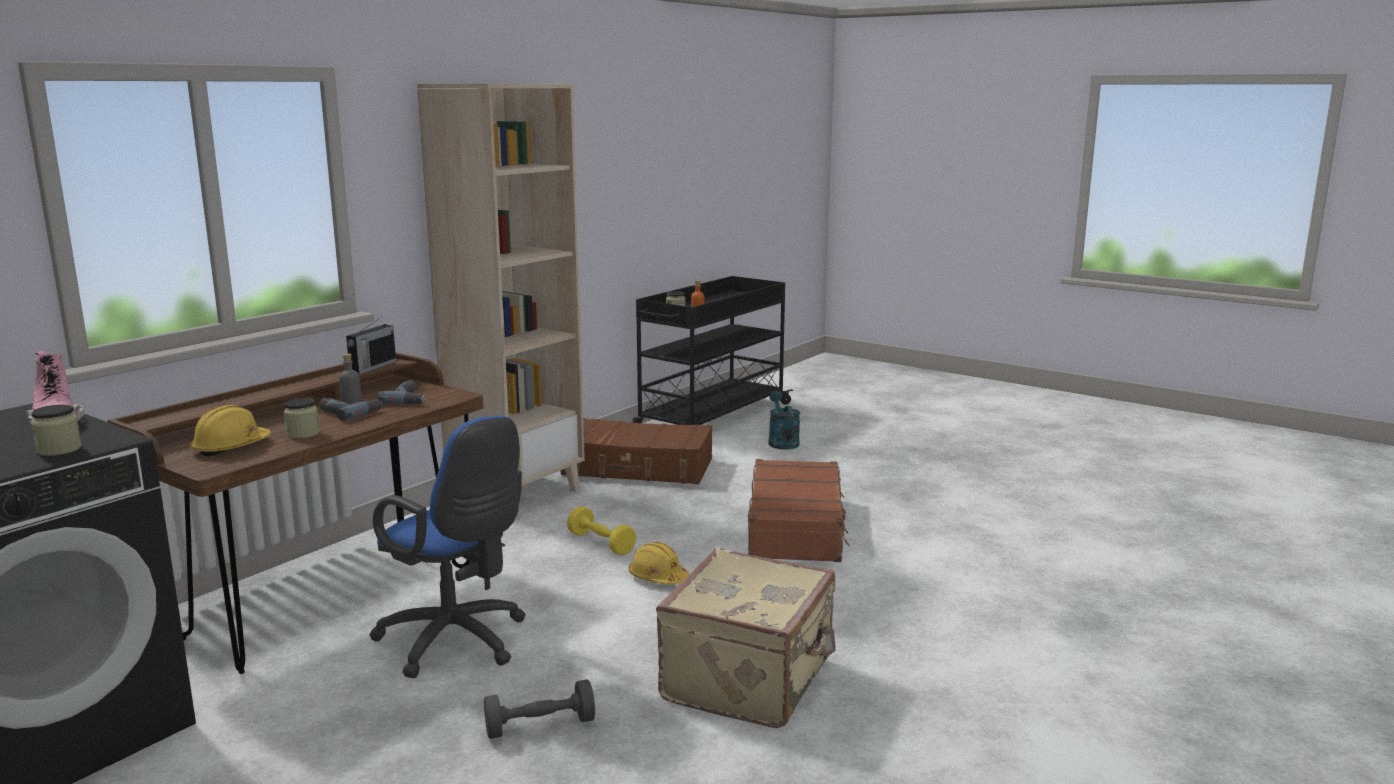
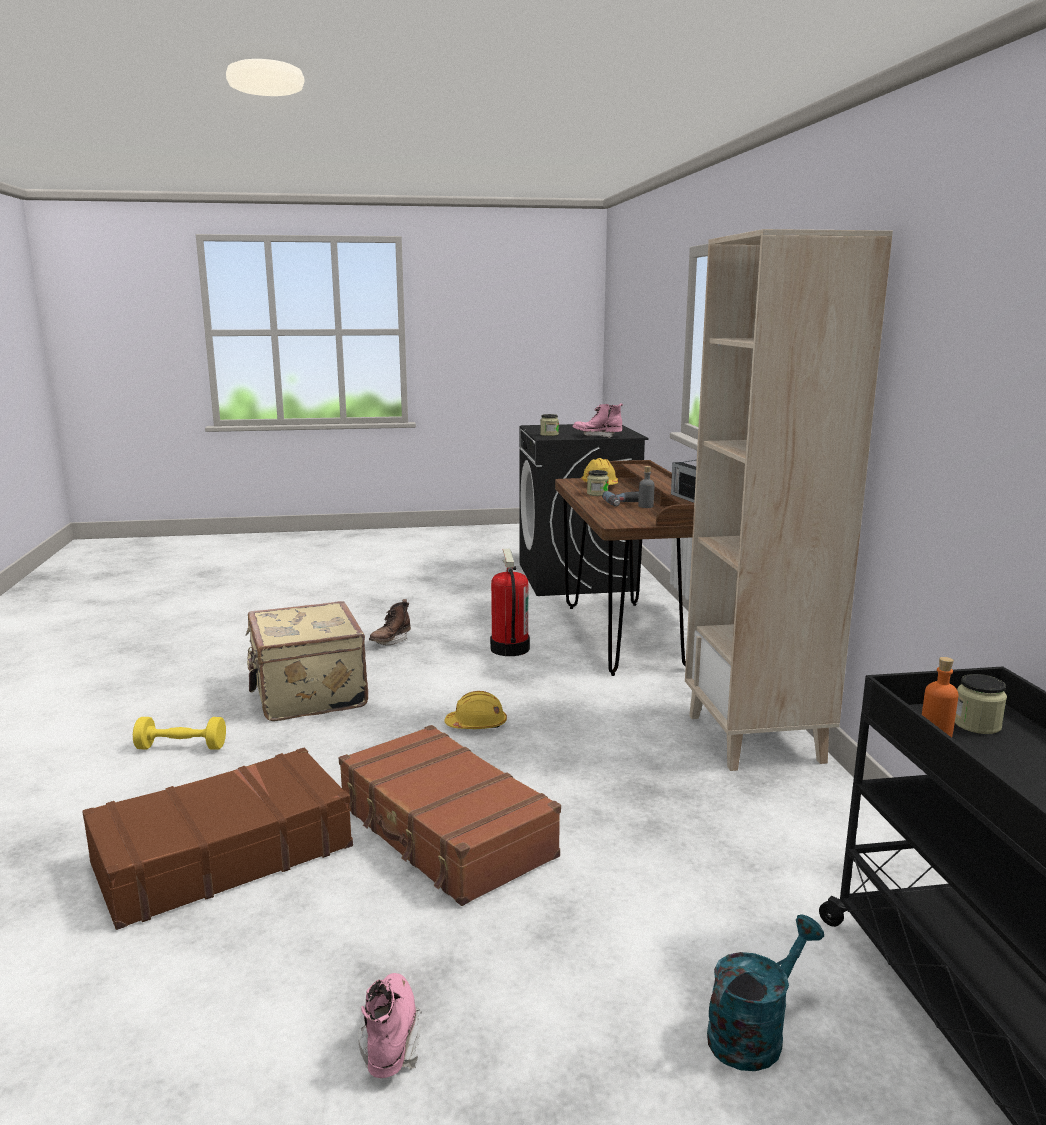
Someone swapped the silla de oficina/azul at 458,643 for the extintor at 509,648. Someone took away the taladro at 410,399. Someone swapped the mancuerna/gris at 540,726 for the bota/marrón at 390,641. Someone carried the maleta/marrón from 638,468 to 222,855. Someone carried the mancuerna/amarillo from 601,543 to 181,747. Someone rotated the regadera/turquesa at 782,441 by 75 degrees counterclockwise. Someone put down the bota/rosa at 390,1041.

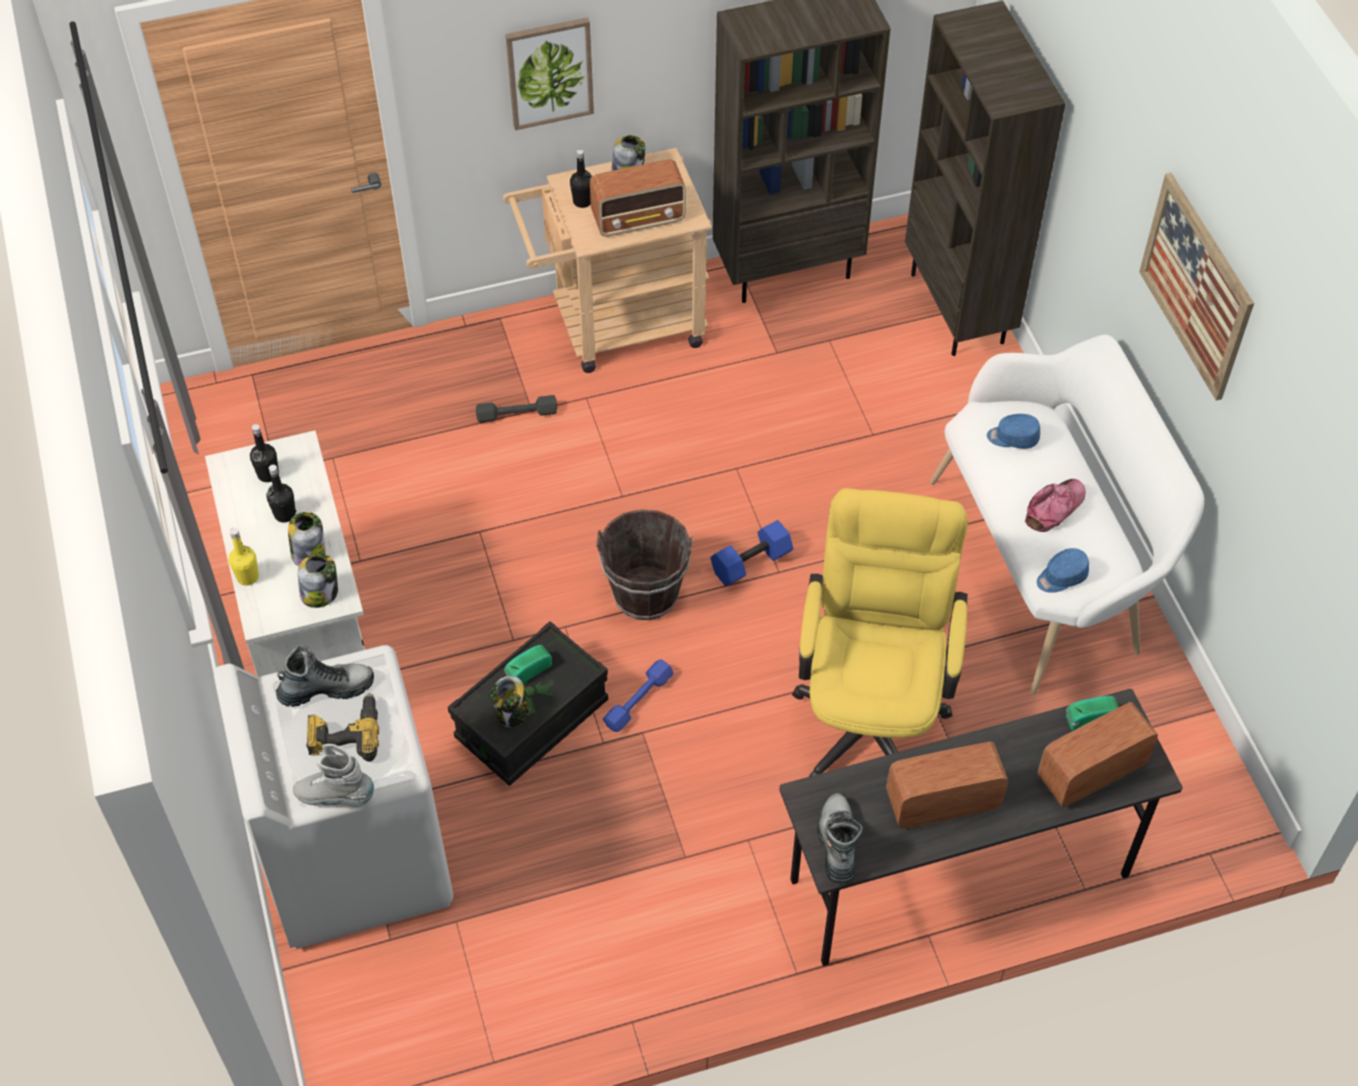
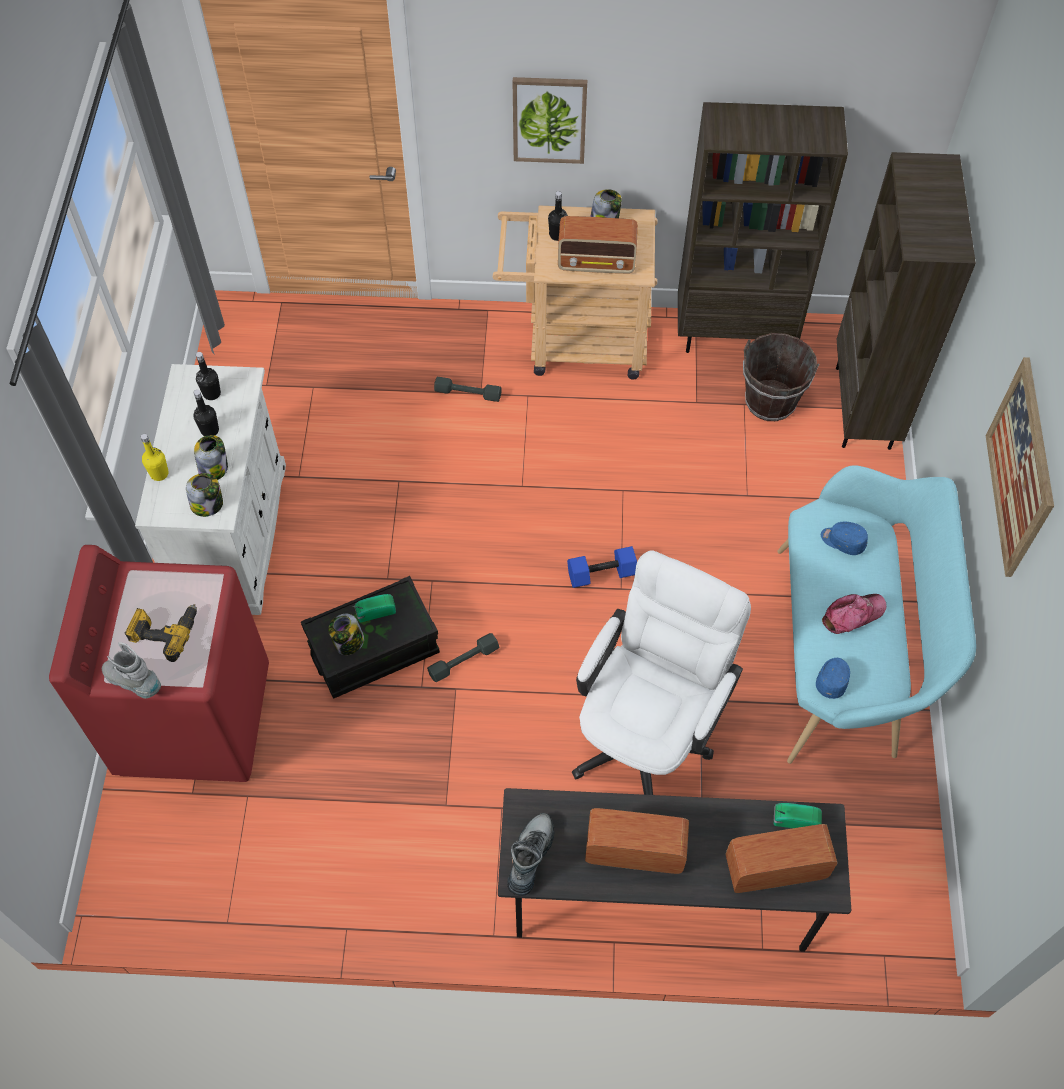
Someone repainted the lavadora/blanco at 356,858, which became the lavadora/rojo at 194,718. Someone took away the bota at 326,689. Someone carried the cubo/marrón from 646,594 to 770,401. Someone repainted the mancuerna/azul at 638,700, which became the mancuerna/gris at 463,661. Someone repainted the silla de oficina/amarillo at 871,710, which became the silla de oficina/blanco at 647,732. Someone repainted the banco/blanco at 1045,567, which became the banco/turquesa at 846,655. Someone rotated the gorra/azul at 1061,577 by 120 degrees clockwise.

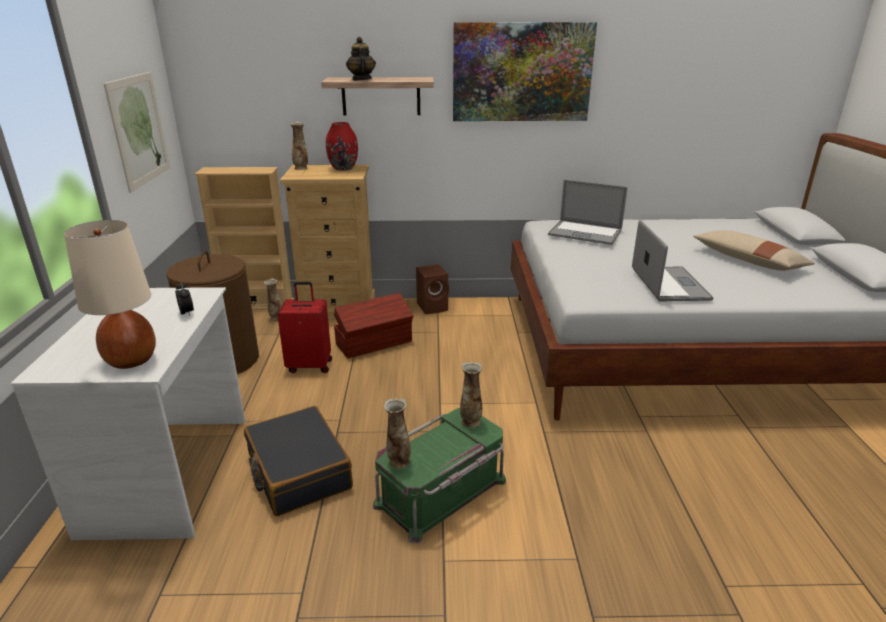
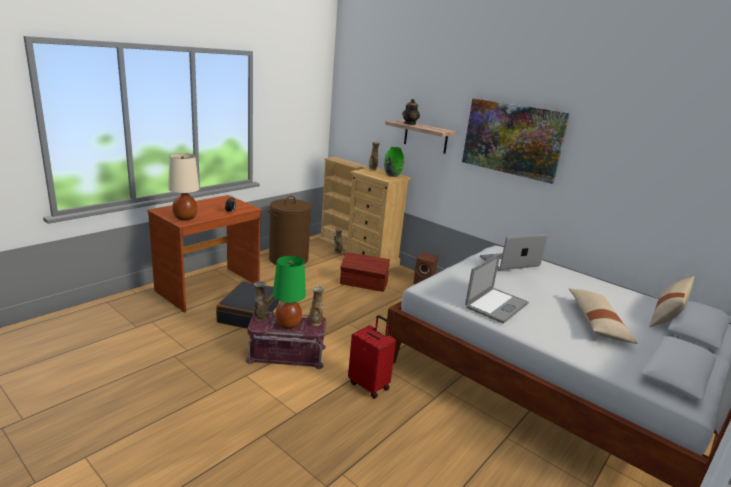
Someone repainted the escritorio/blanco at 171,474, which became the escritorio/marrón at 209,288. Someone took away the cuadro at 139,130. Someone carried the maleta/rojo from 310,365 to 369,385. Someone repainted the florero/rojo at 343,168, which became the florero/verde at 392,175. Someone repainted the caja de almacenaje/verde at 442,493, which became the caja de almacenaje/rojo at 286,354. Someone rotated the portátil at 584,233 by 90 degrees clockwise. Someone put down the lámpara de mesa/verde at 288,324. Someone put down the cojín/beis at 667,315.

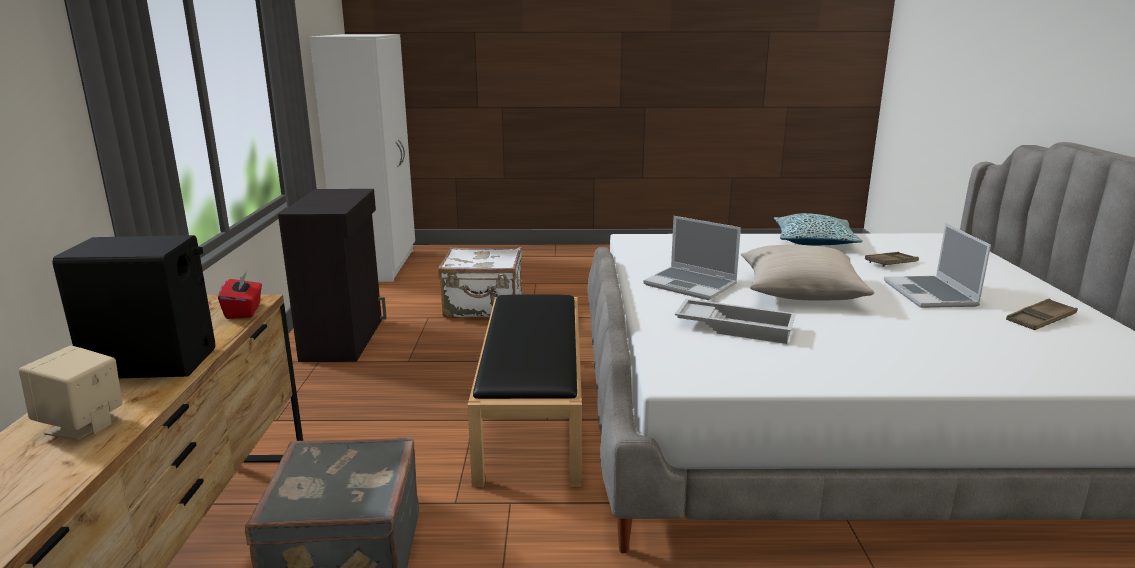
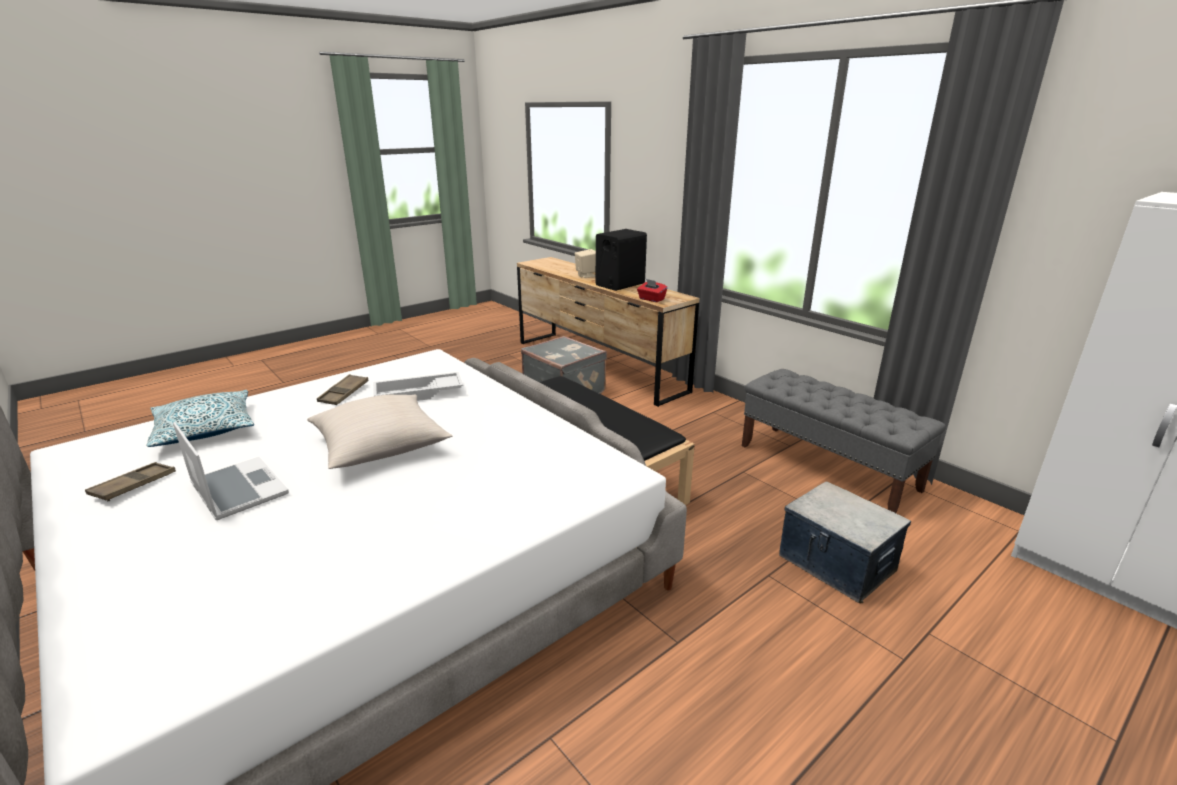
Someone swapped the armario/negro at 344,339 for the banco/gris at 827,467. Someone swapped the maleta/blanco at 484,308 for the caja de almacenaje at 836,564. Someone took away the portátil at 691,285. Someone carried the cojín from 814,241 to 205,429. Someone carried the bandeja/marrón from 891,263 to 344,393.

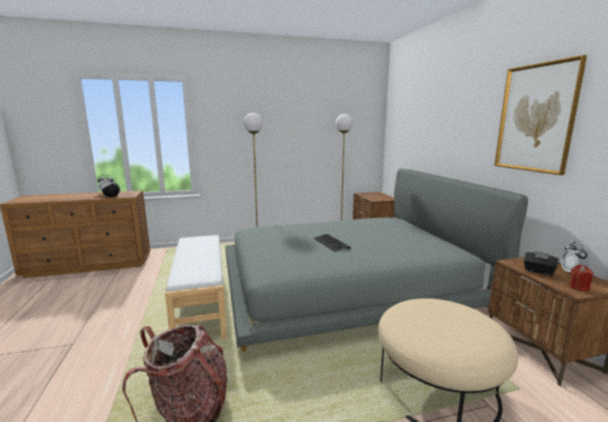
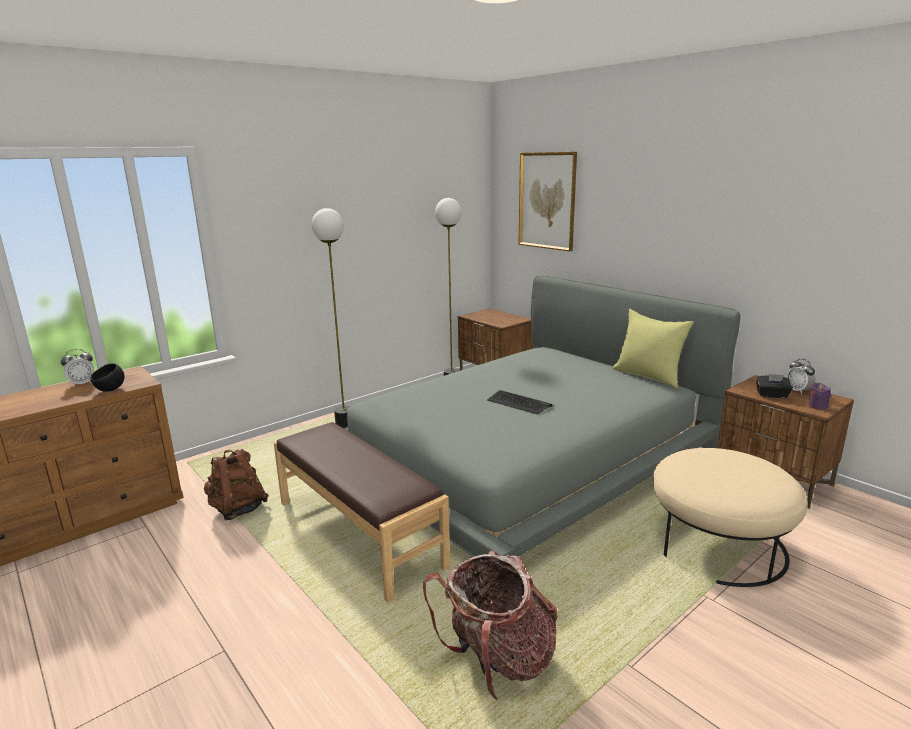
Someone repainted the banco/blanco at 202,304, which became the banco/marrón at 359,533. Someone carried the cuadro from 536,118 to 547,201. Someone repainted the vela/rojo at 578,287, which became the vela/morado at 817,406. Someone put down the mochila/marrón at 237,509. Someone put down the cojín/amarillo at 649,376.

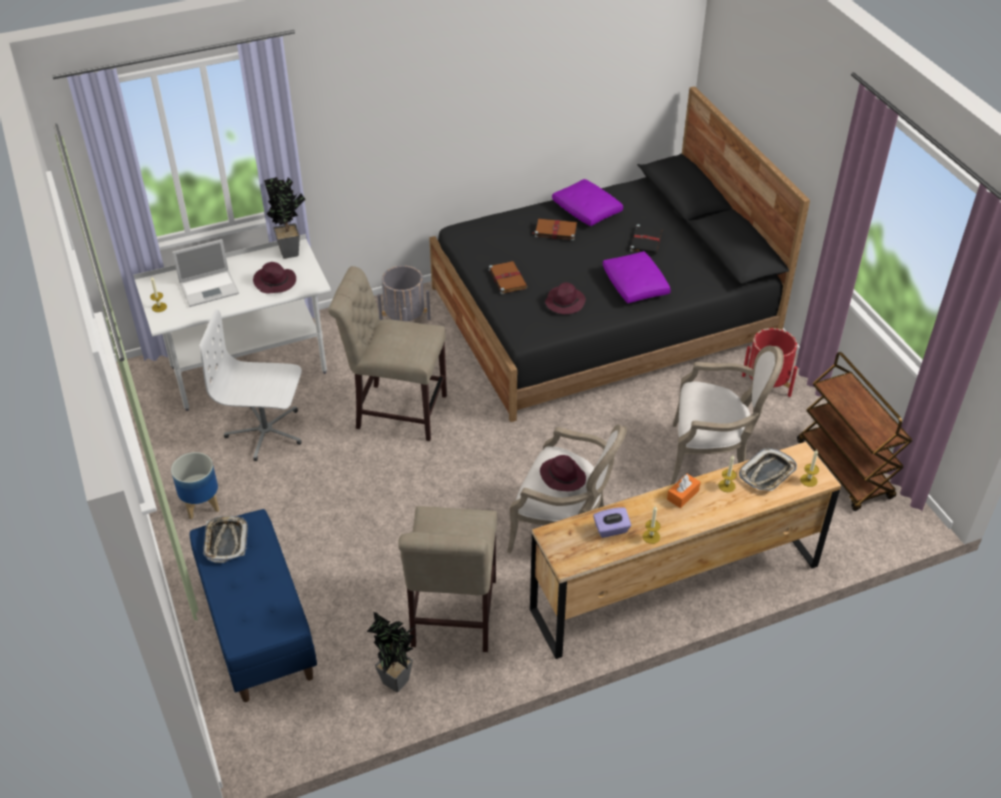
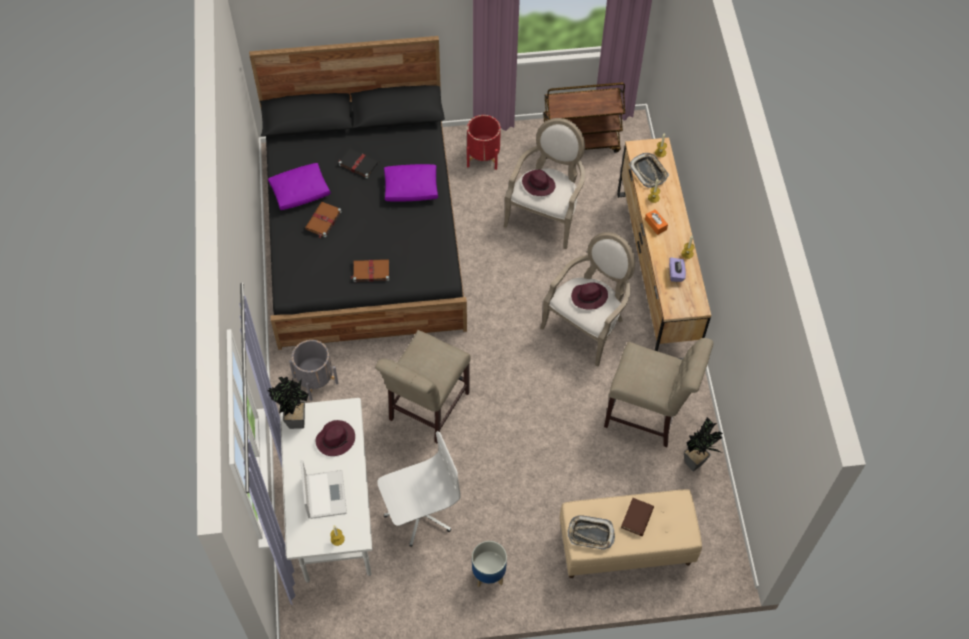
Someone repainted the banco/azul at 257,627, which became the banco/beis at 625,547. Someone rotated the silla de oficina/blanco at 266,432 by 135 degrees counterclockwise. Someone carried the sombrero/morado from 564,302 to 538,184. Someone put down the libro/marrón at 637,518.

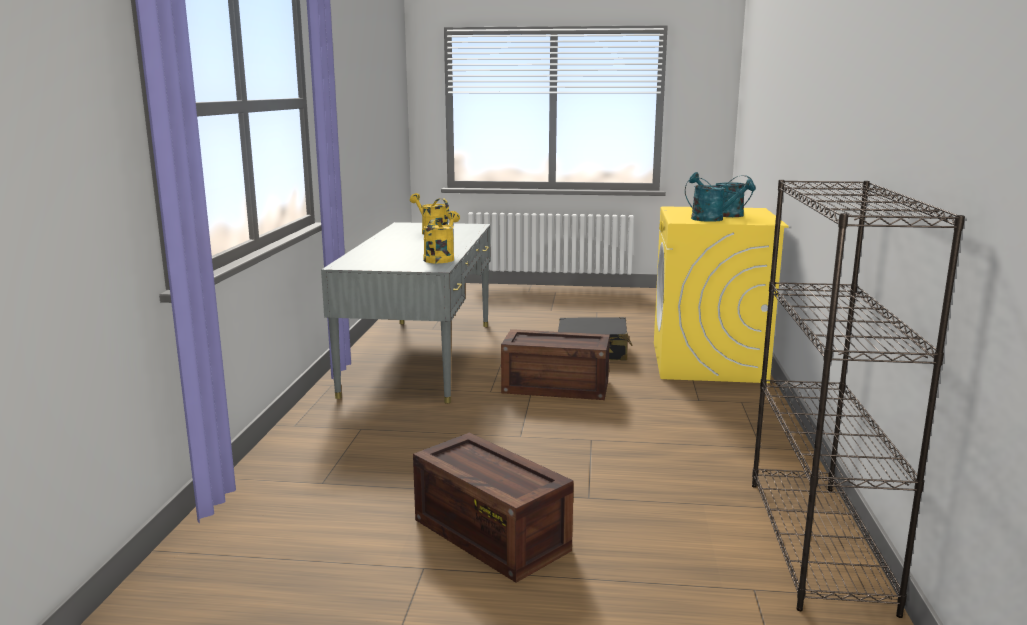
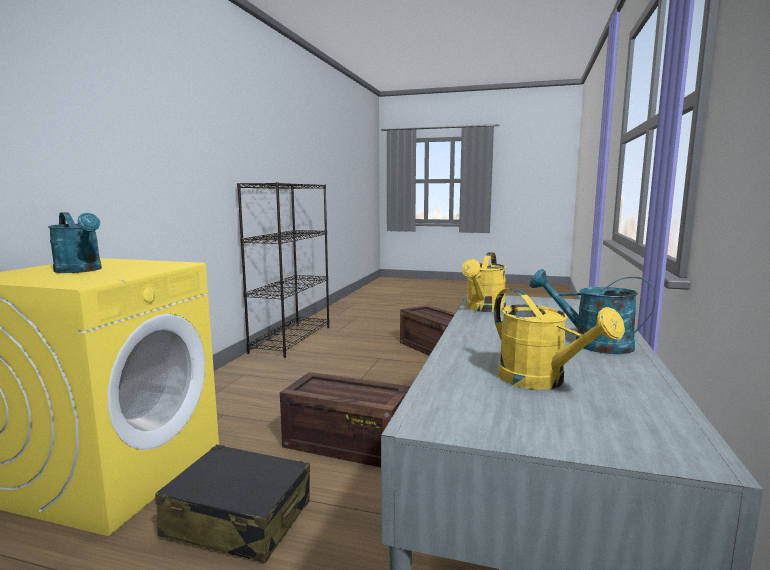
Someone carried the regadera/turquesa from 713,219 to 591,344.

